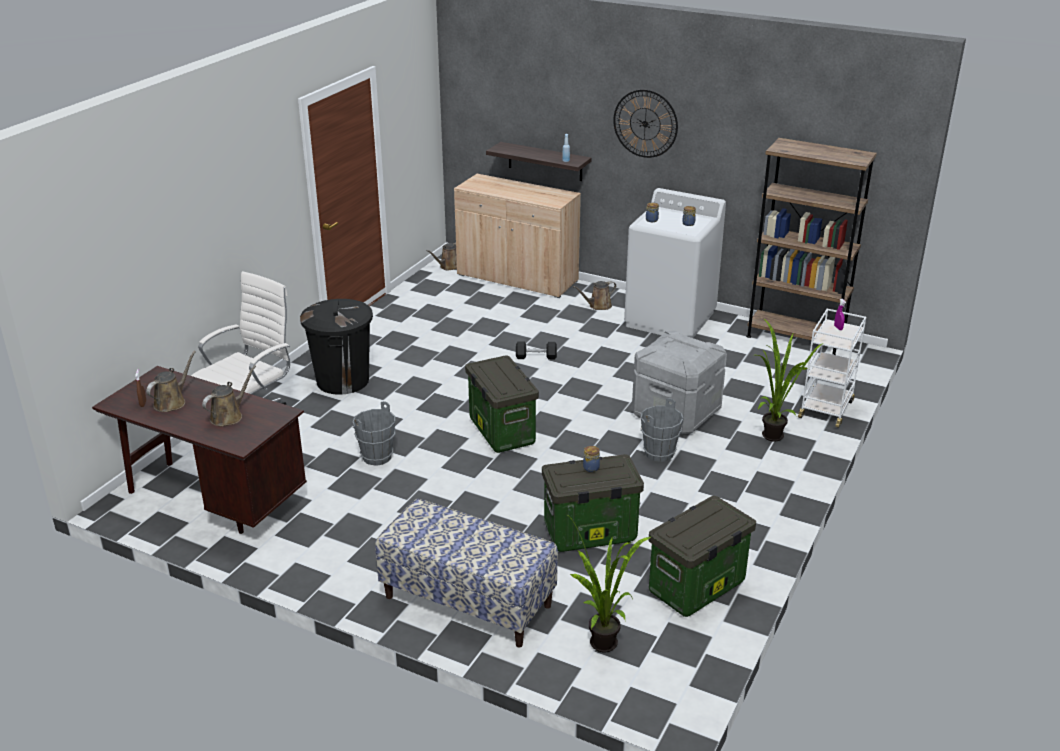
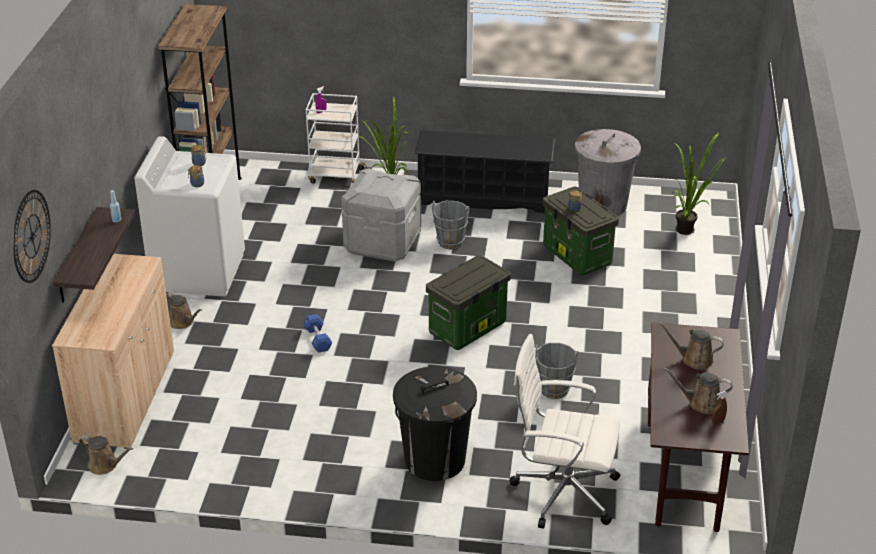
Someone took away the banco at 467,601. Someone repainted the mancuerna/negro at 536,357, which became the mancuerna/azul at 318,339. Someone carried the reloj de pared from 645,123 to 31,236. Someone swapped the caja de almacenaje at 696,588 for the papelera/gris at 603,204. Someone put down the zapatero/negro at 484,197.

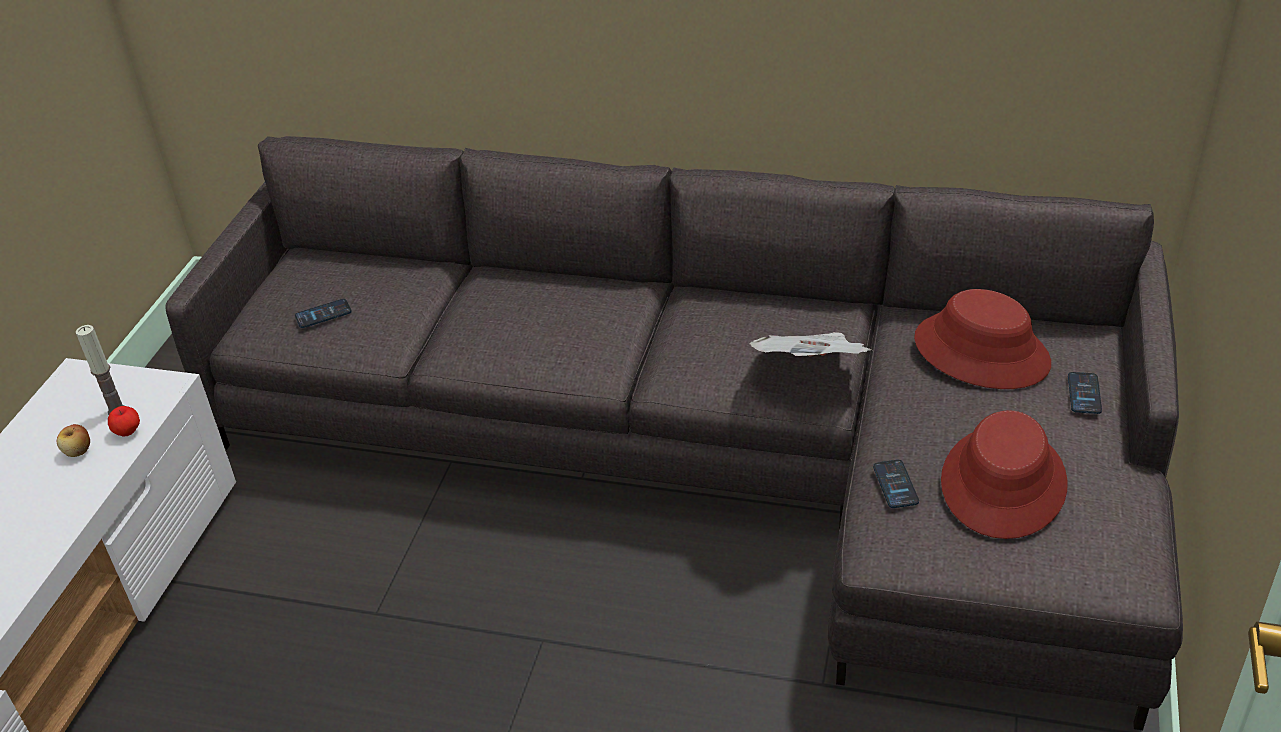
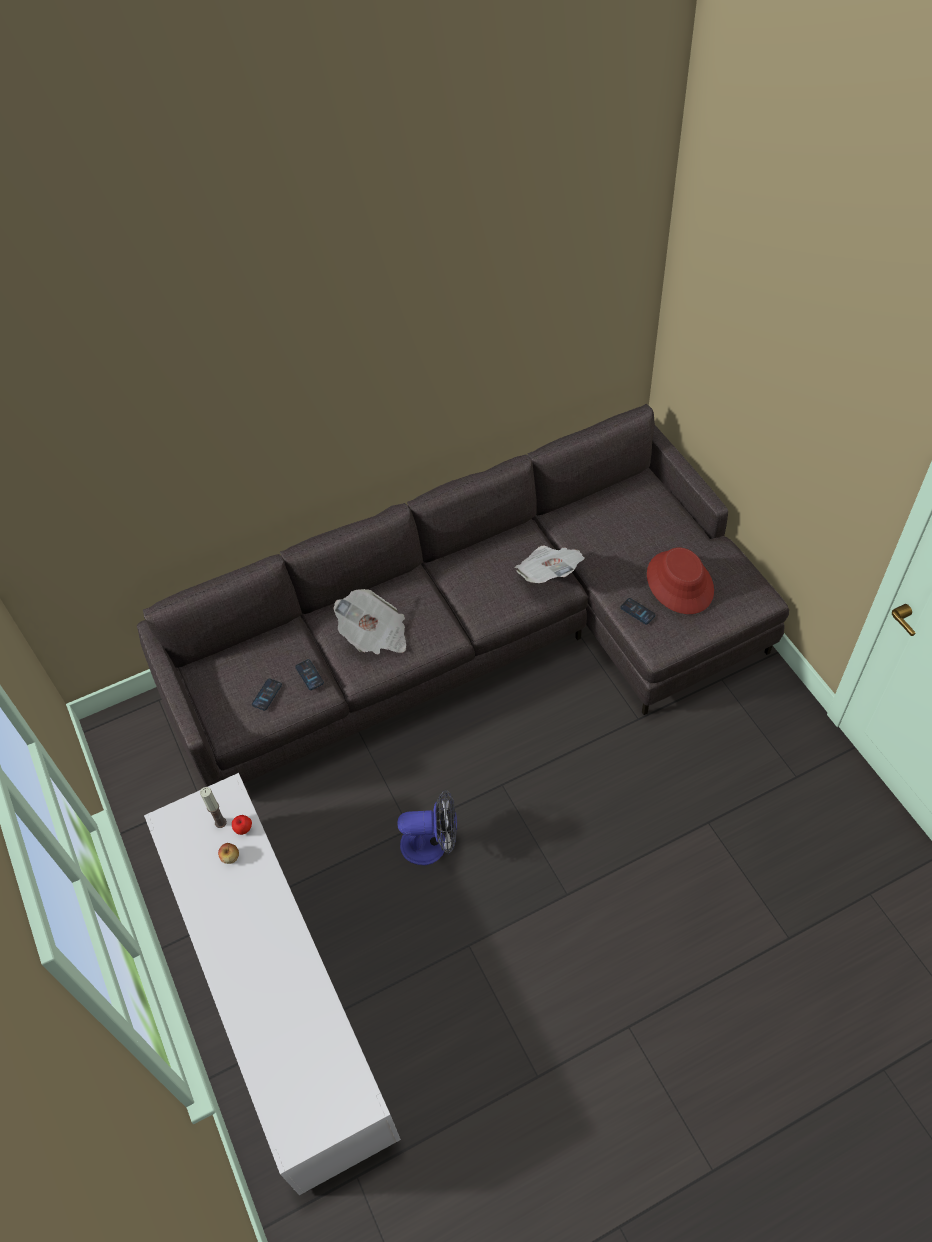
Someone took away the sombrero/rojo at 981,351. Someone carried the móvil from 1084,394 to 309,675. Someone put down the periódico at 374,635. Someone put down the ventilador at 432,844.

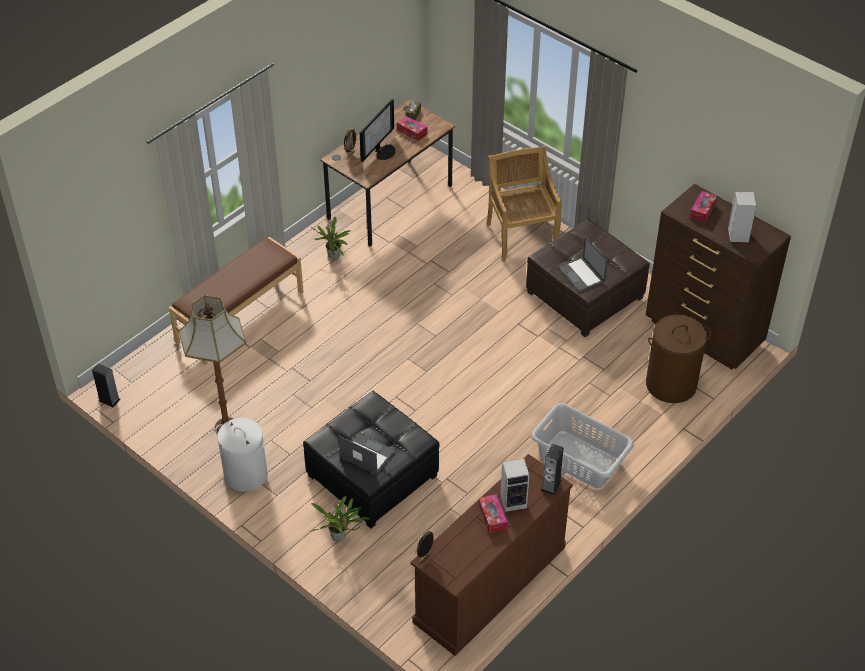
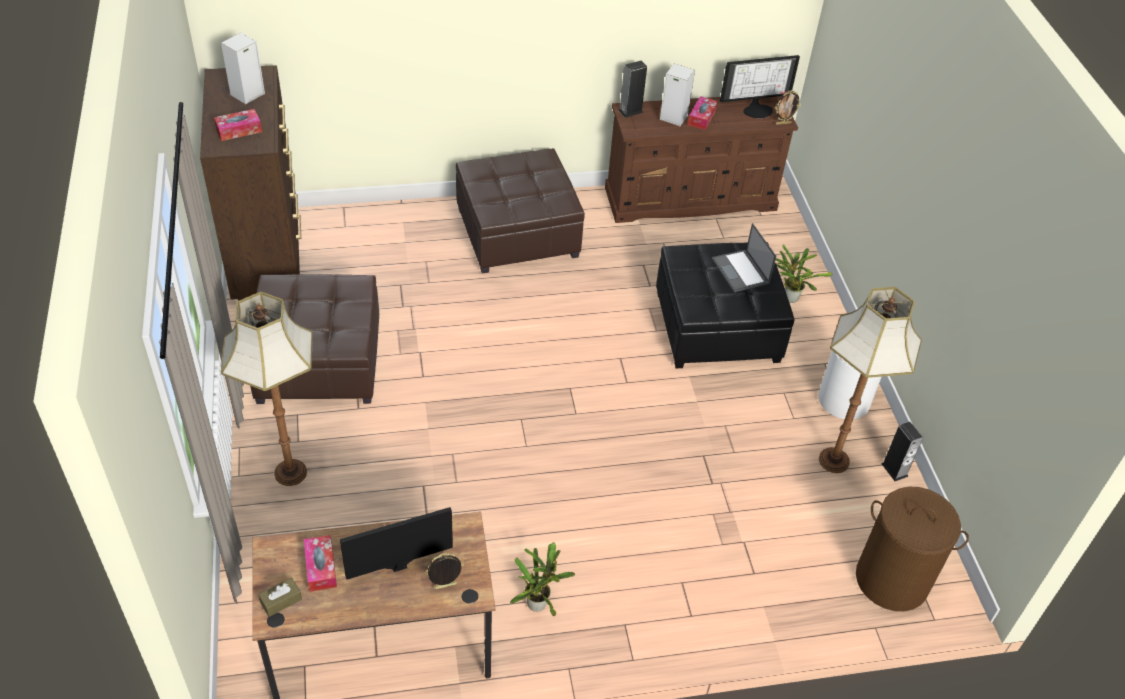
Someone carried the altavoz from 109,400 to 894,470. Someone took away the banco/marrón at 239,316. Someone swapped the silla/beis at 521,236 for the lámpara de pie at 290,474. Someone swapped the cesto de la ropa/gris at 579,459 for the puf/marrón at 517,233. Someone took away the portátil at 581,275. Someone carried the cesto de la ropa/marrón from 671,384 to 891,580. Someone put down the monitor at 757,109.

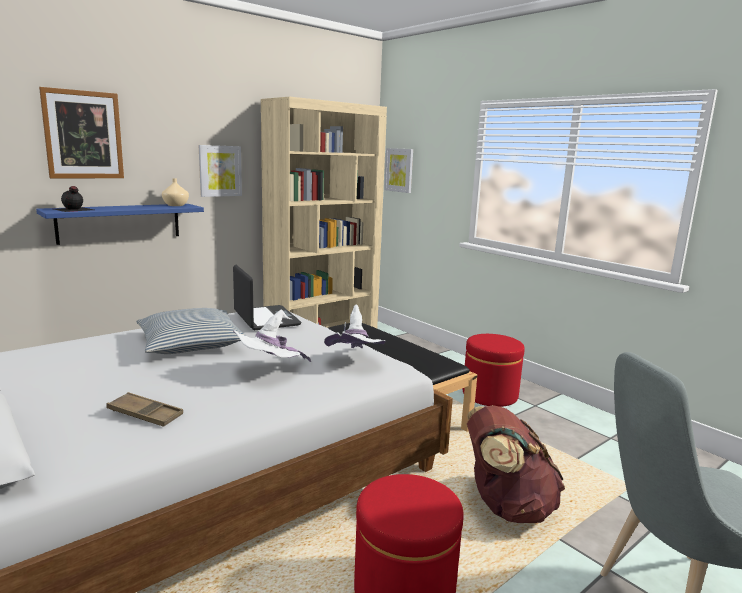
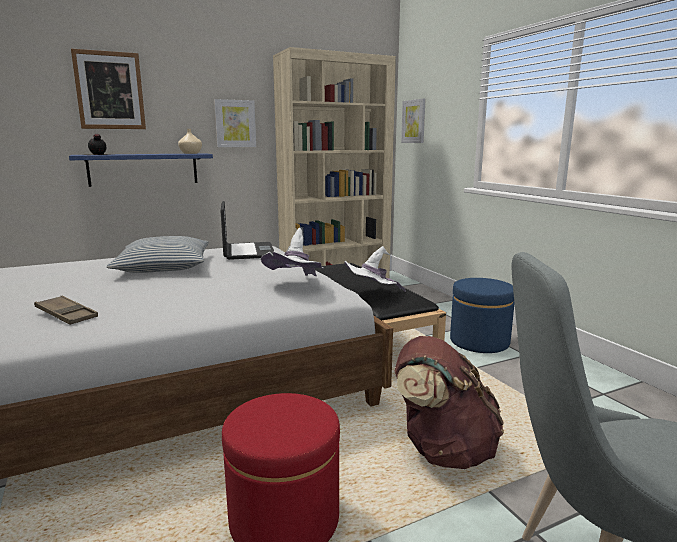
Someone carried the sombrero/blanco from 269,369 to 372,295. Someone repainted the puf/rojo at 490,395, which became the puf/azul at 479,341.

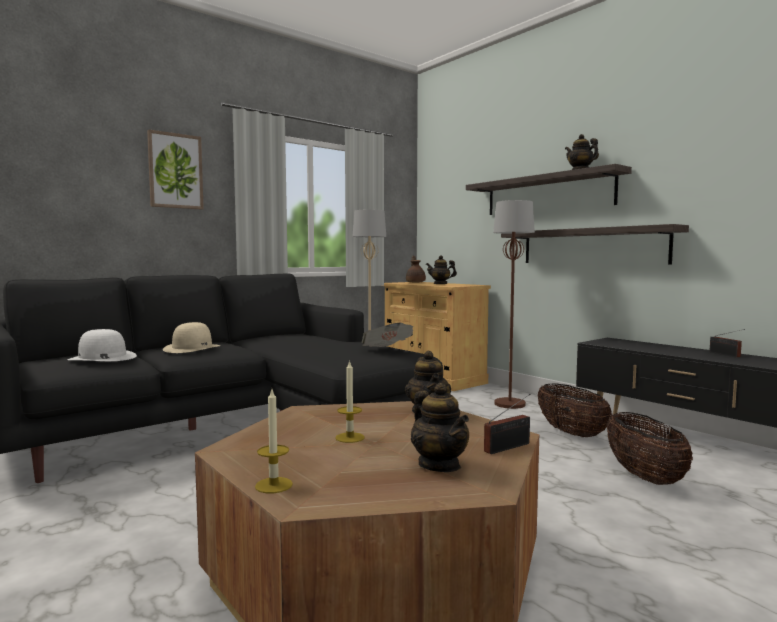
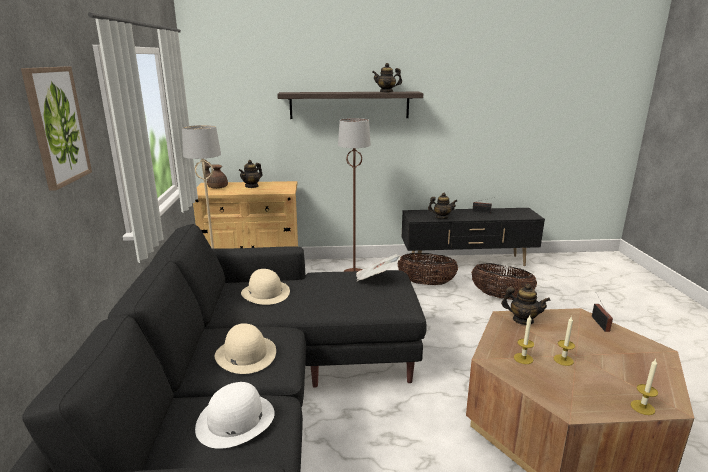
Someone carried the tetera from 439,465 to 441,217. Someone took away the estante at 591,246. Someone put down the sombrero/beis at 265,293. Someone put down the vela at 523,358.

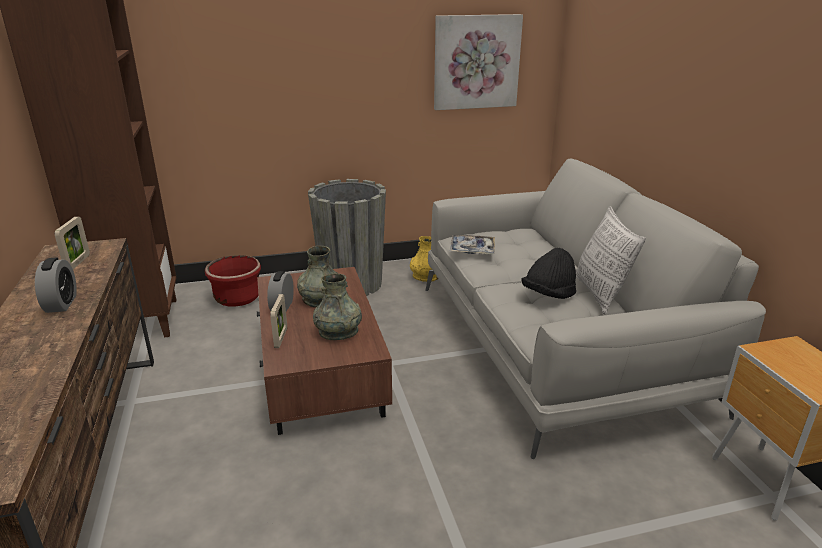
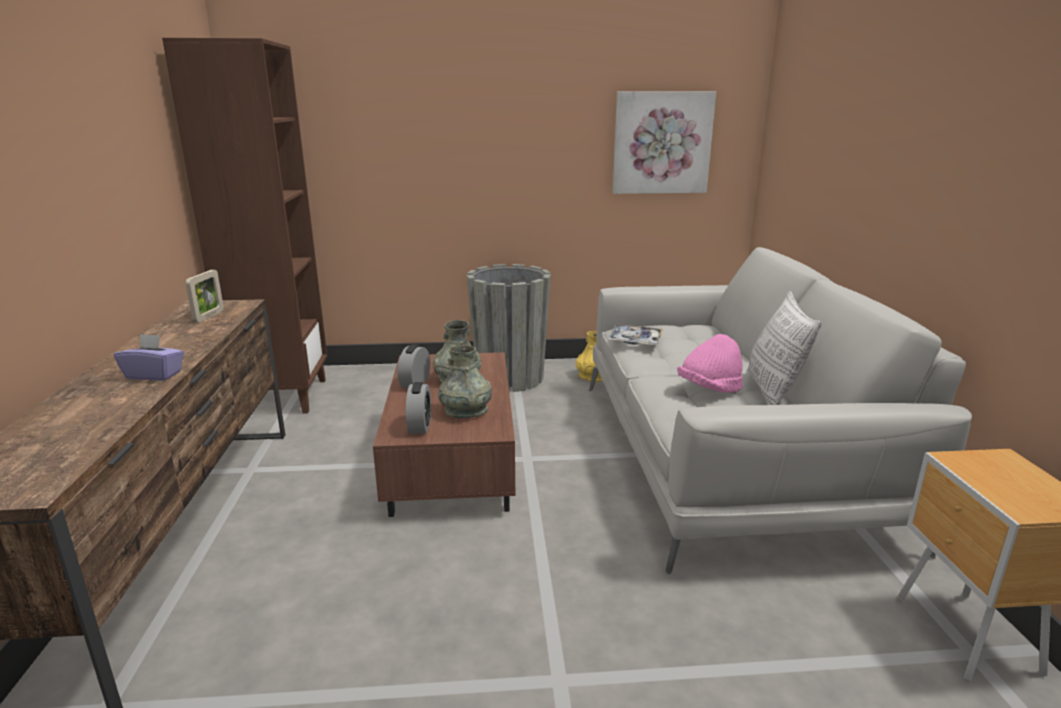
Someone carried the despertador from 61,304 to 420,426. Someone took away the maceta/rojo at 237,298. Someone took away the portarretratos at 281,338. Someone repainted the sombrero/negro at 548,295, which became the sombrero/rosa at 709,389. Someone put down the caja de pañuelos/morado at 154,375.

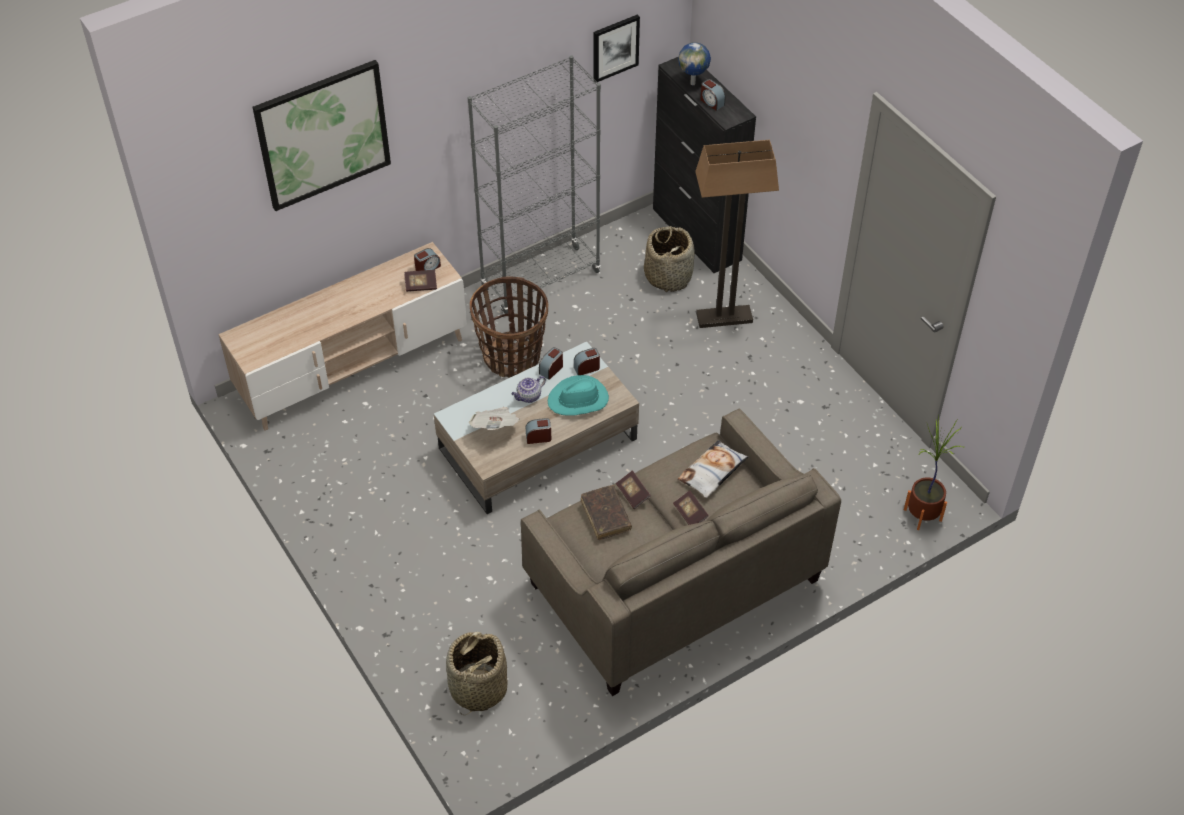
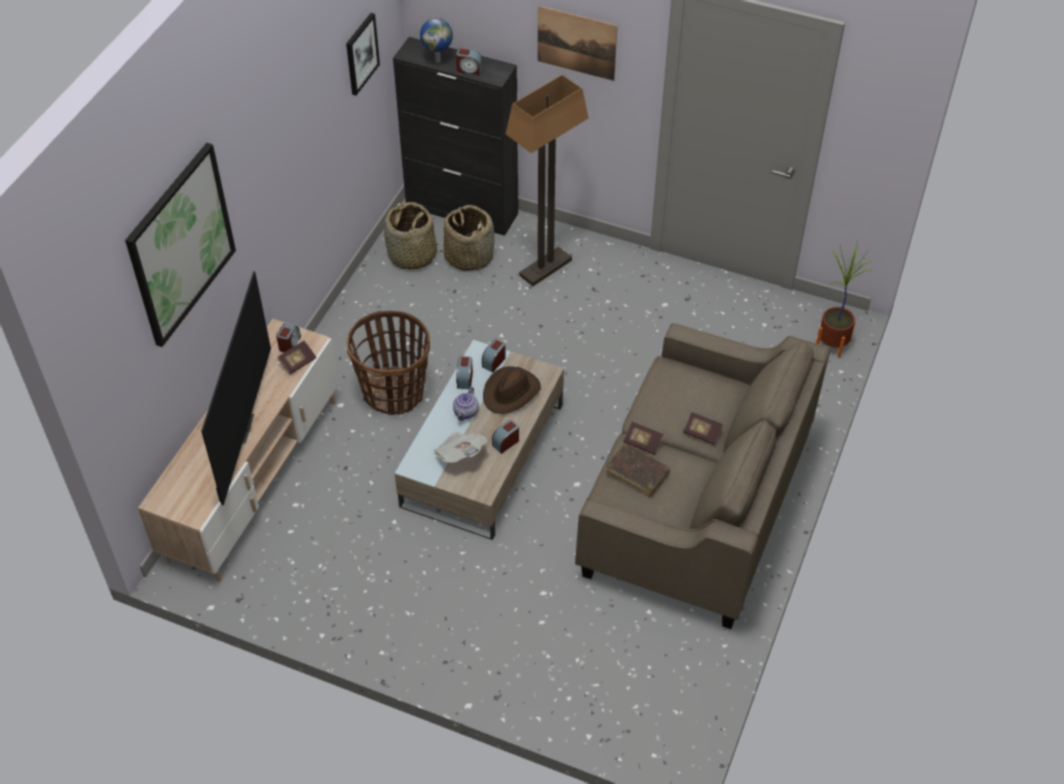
Someone carried the cesta from 477,688 to 412,256. Someone took away the estantería/gris at 541,280. Someone repainted the sombrero/turquesa at 578,399, which became the sombrero/marrón at 511,392. Someone took away the cojín at 712,472. Someone put down the televisor at 237,427. Someone put up the cuadro at 576,43.

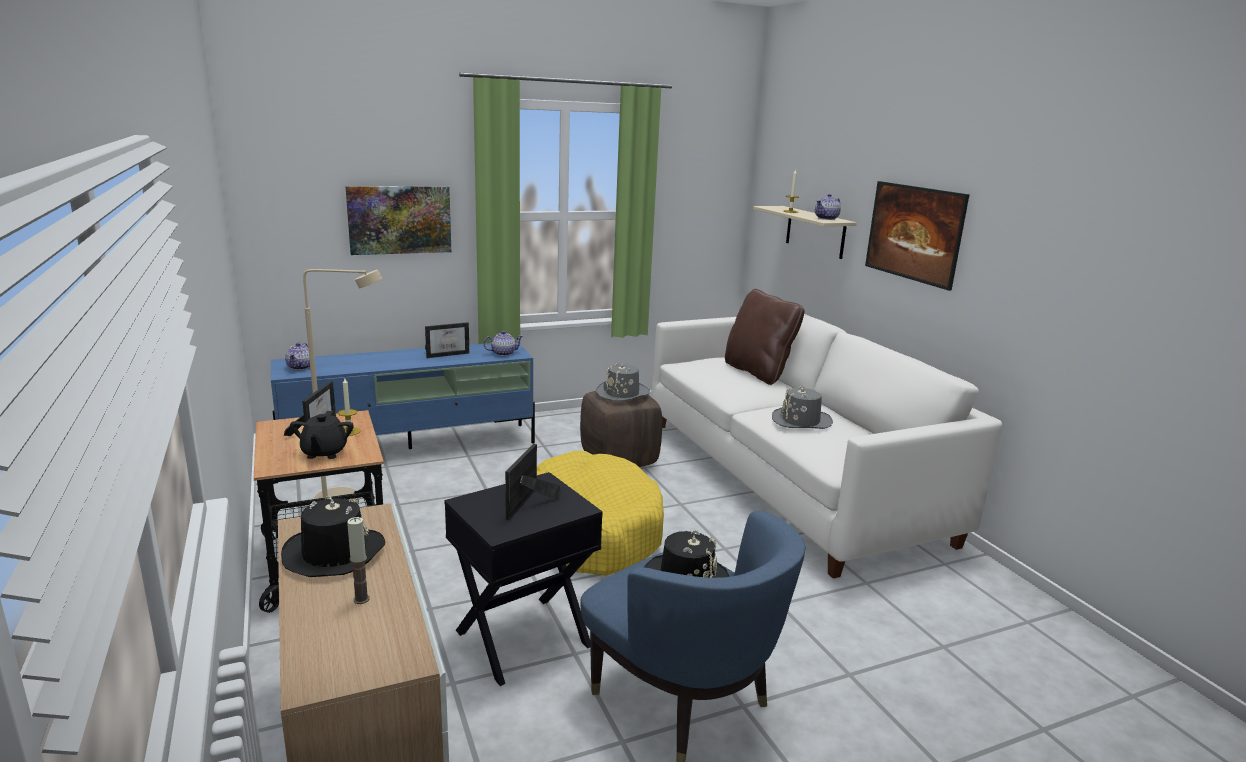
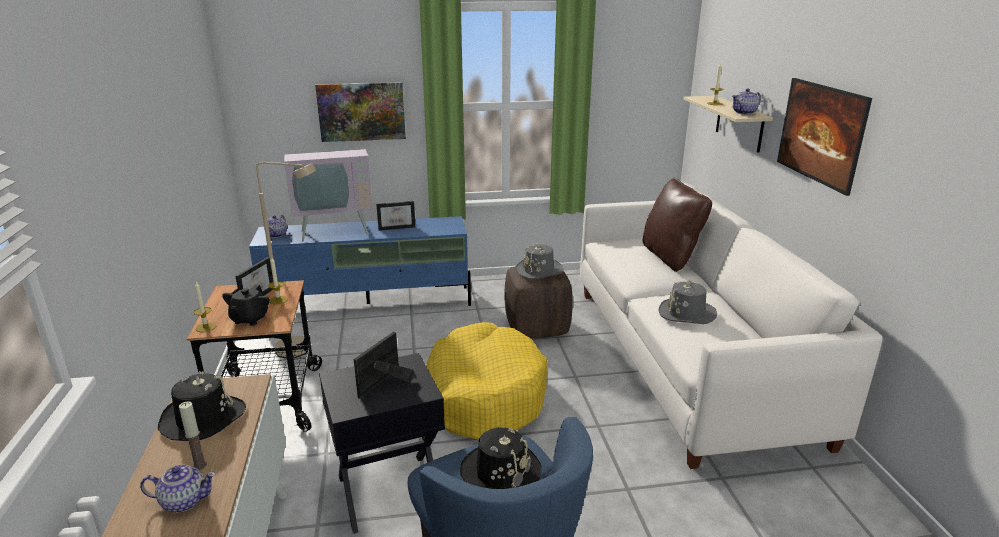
Someone carried the tetera from 503,353 to 183,501. Someone put down the vela at 206,327. Someone put down the televisor at 334,230.

